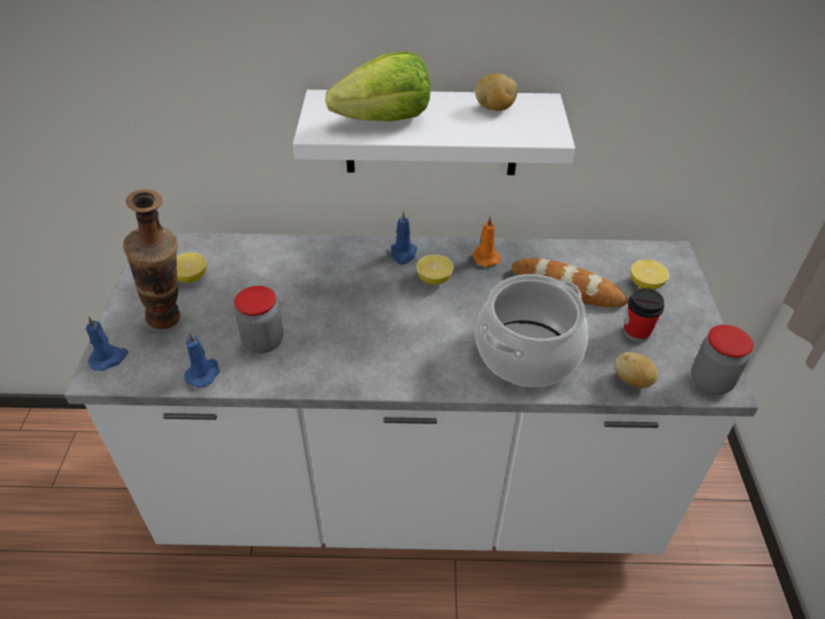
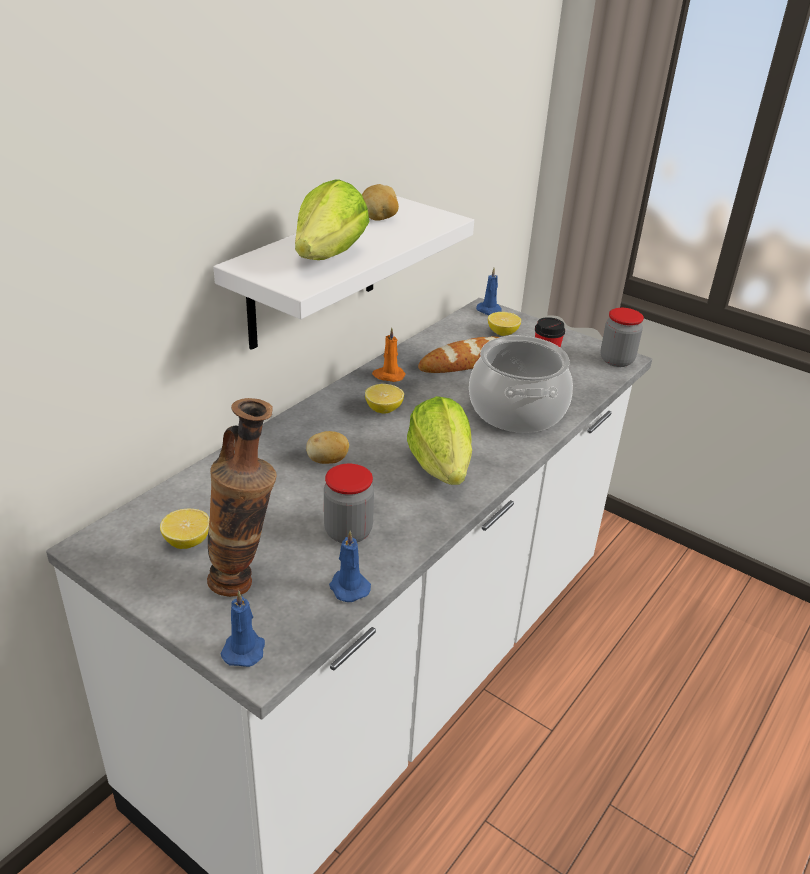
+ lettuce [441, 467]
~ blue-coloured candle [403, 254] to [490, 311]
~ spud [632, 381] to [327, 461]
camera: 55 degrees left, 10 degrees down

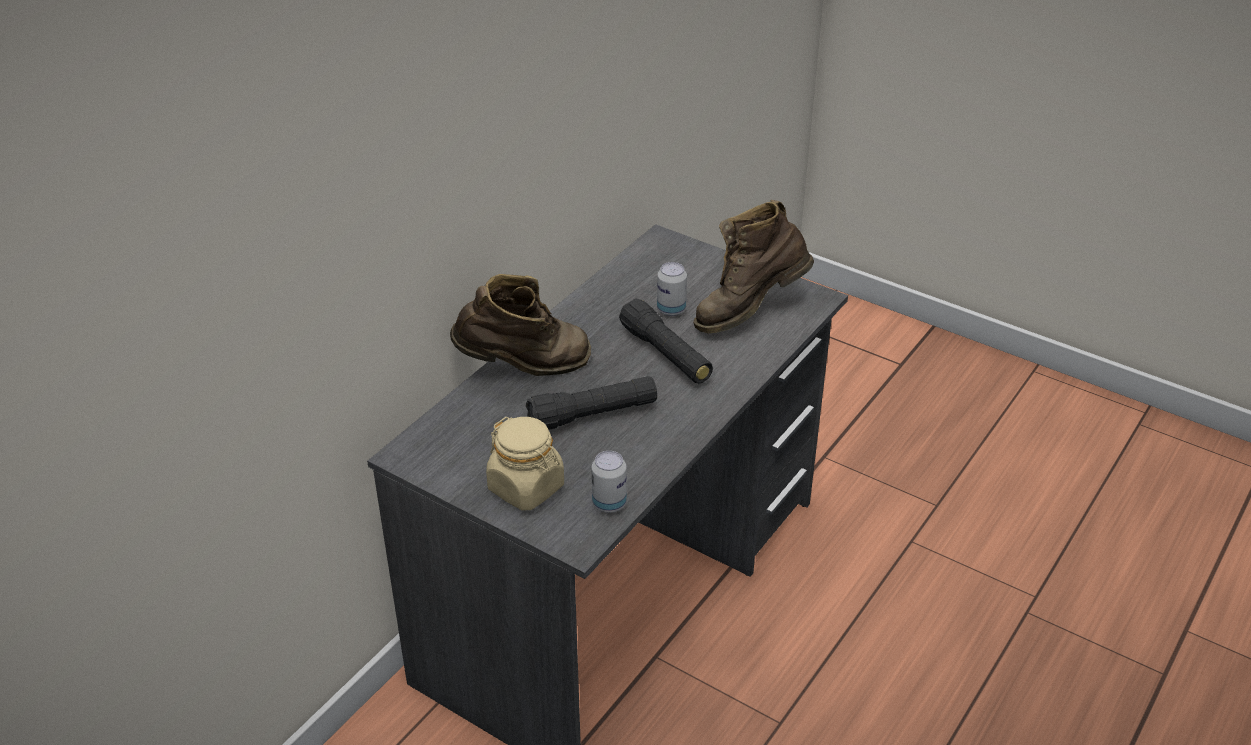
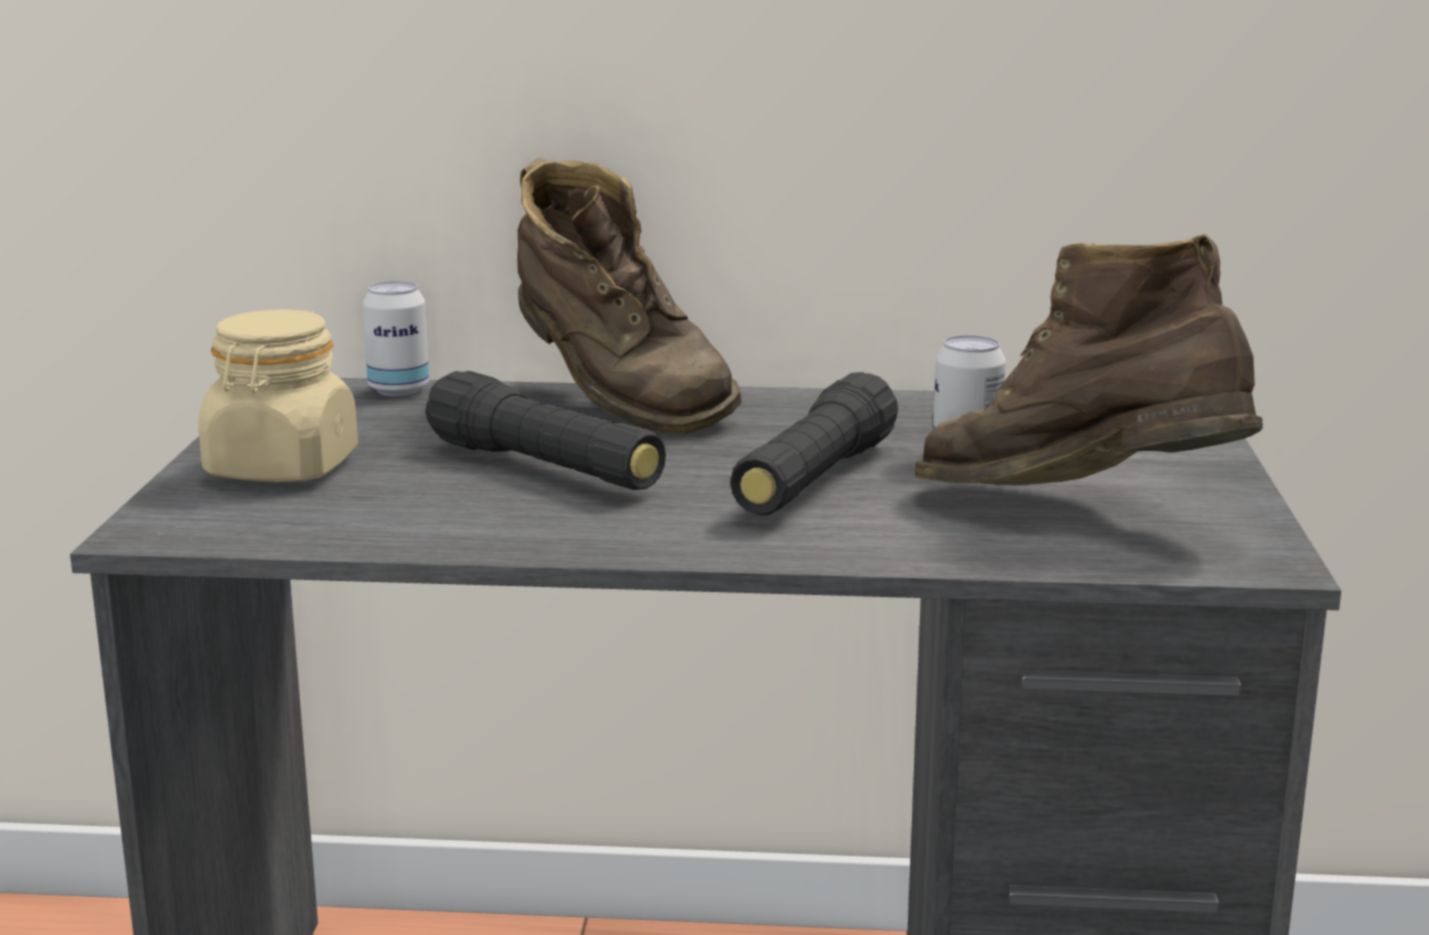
~ sealed can [609, 503] to [399, 390]
camera: 60 degrees right, 20 degrees down

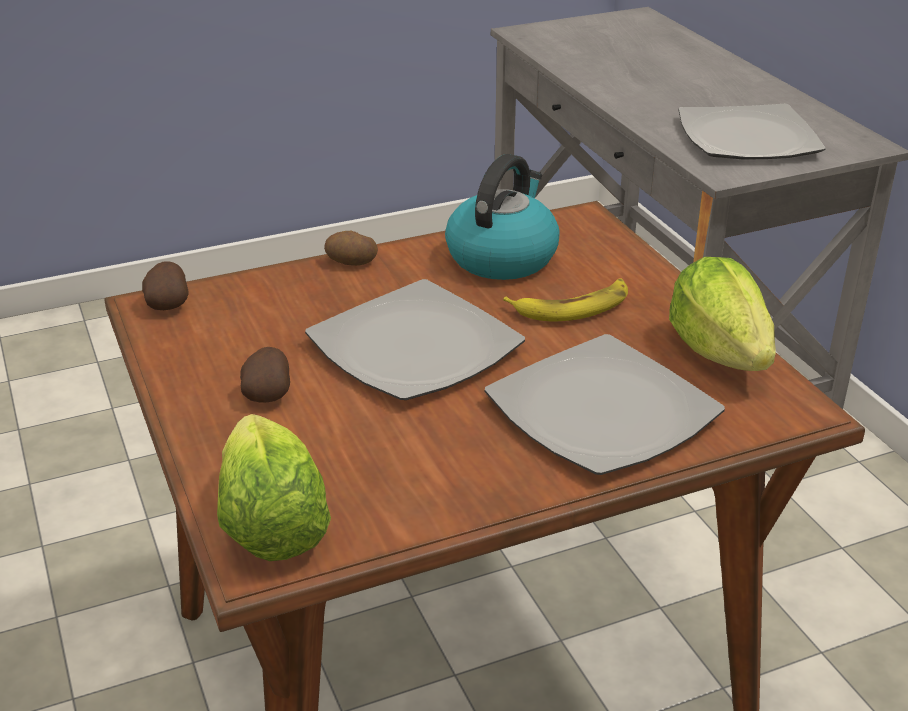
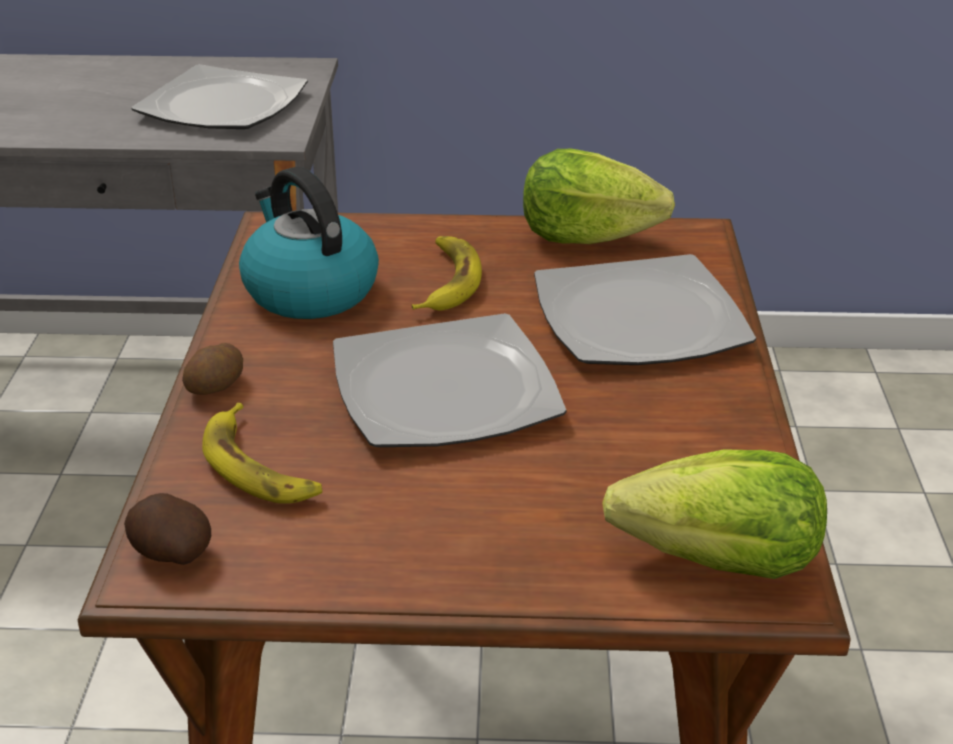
- spud [268, 393]
+ banana [259, 467]
camera: 65 degrees left, 0 degrees up

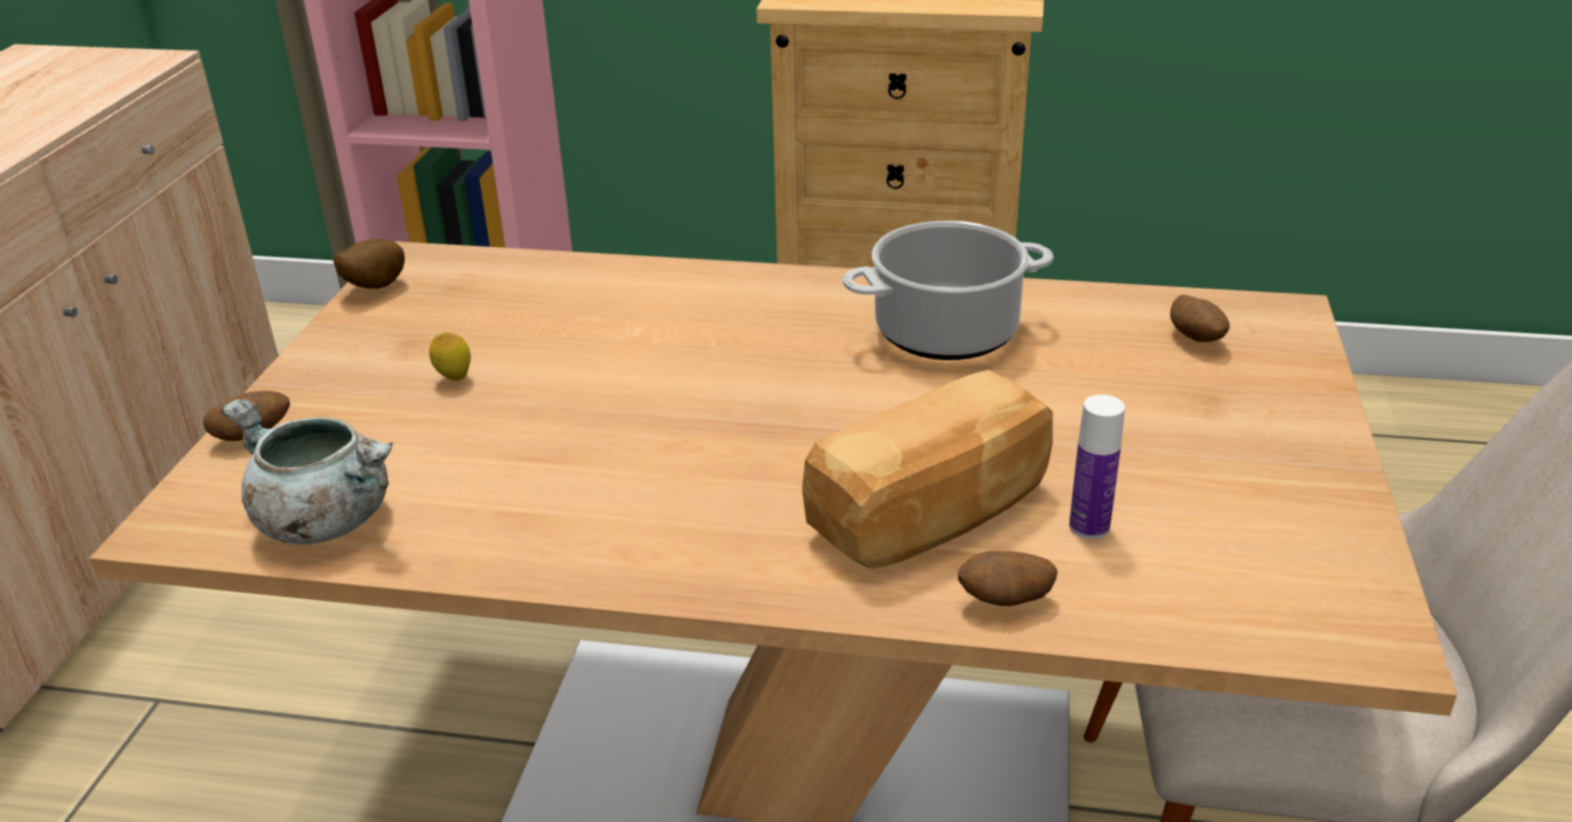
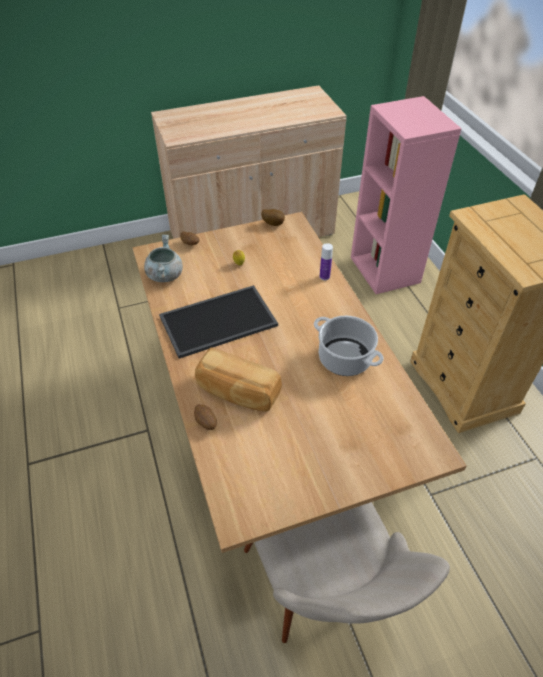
- spud [1196, 339]
+ carrying tray [218, 322]
~ bottle [1089, 527] to [324, 276]
camera: 60 degrees right, 15 degrees up

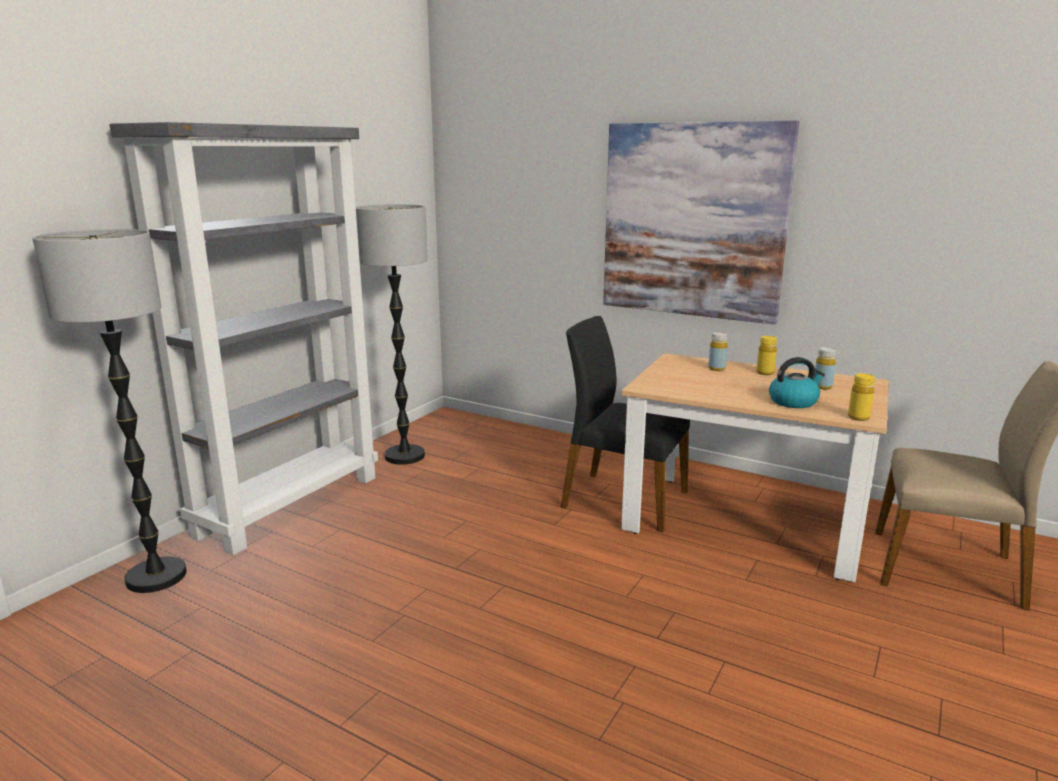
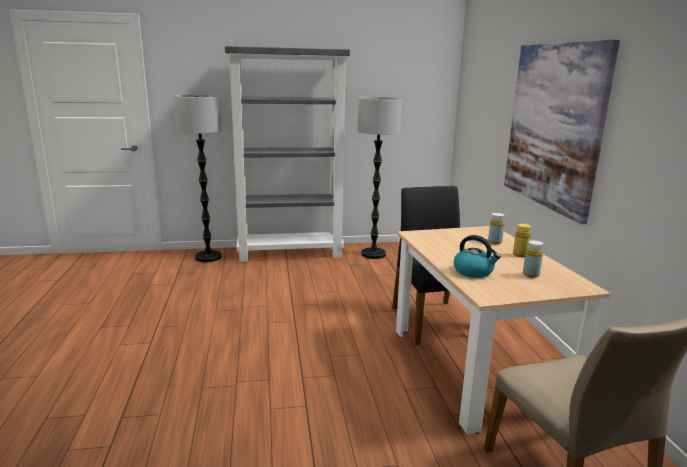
- yellowish bottle [858, 417]
camera: 50 degrees right, 0 degrees up

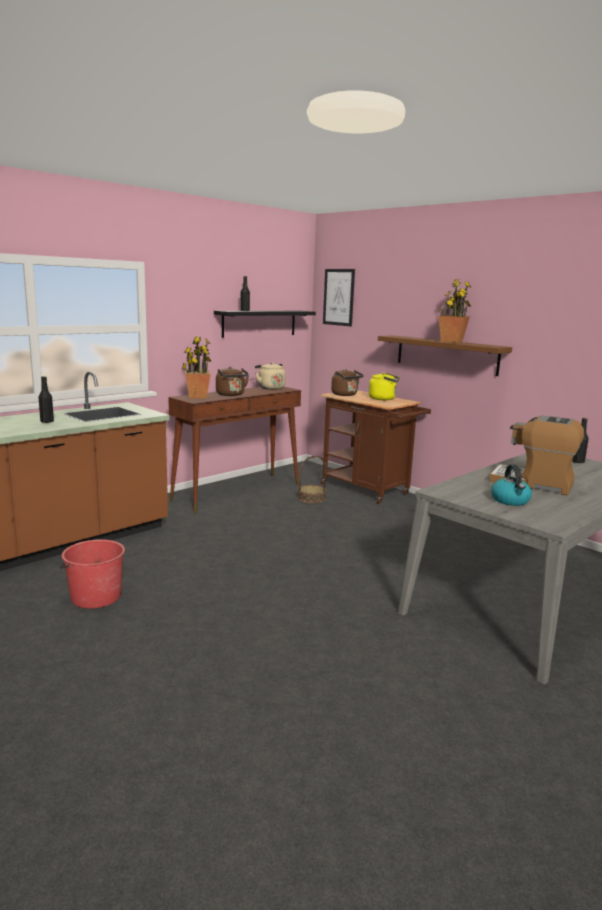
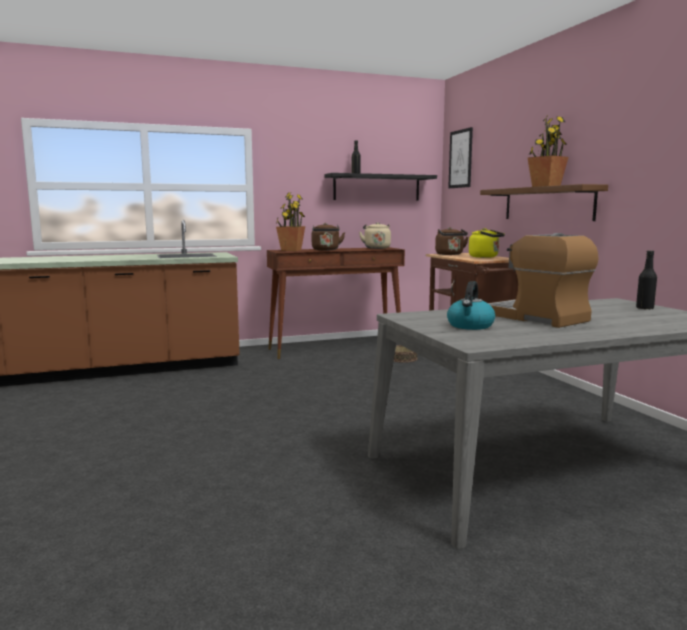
- blackish bottle [47, 421]
- red water bucket [95, 597]
camera: 25 degrees right, 5 degrees down

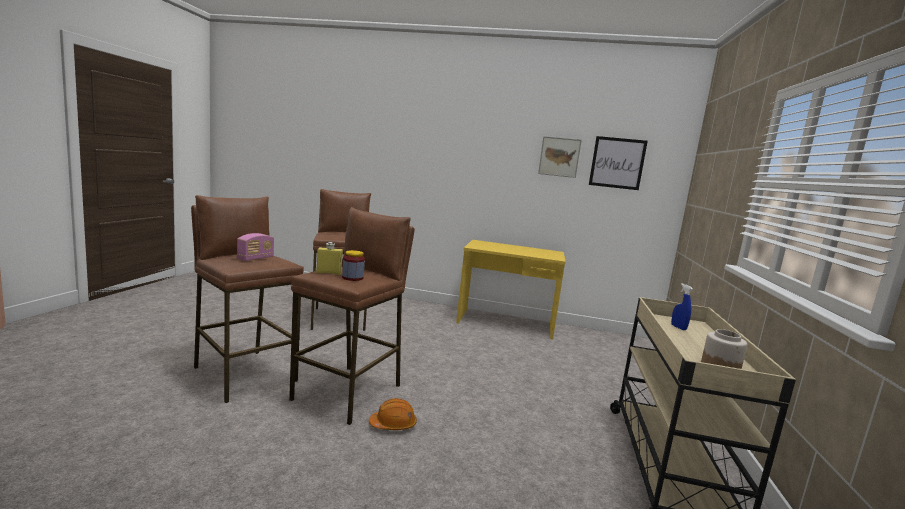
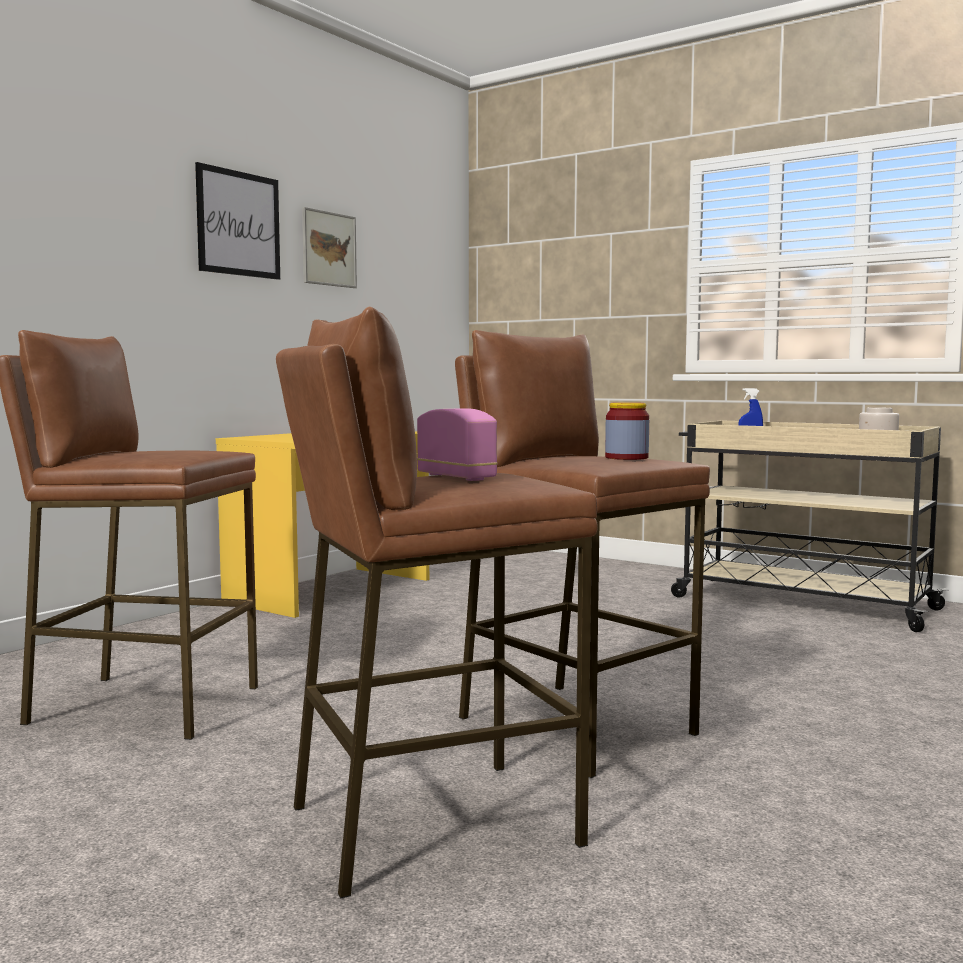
- yellowish bottle [329, 273]
- orange hard hat [393, 424]
~ wall art [617, 163] to [238, 223]
camera: 65 degrees left, 5 degrees down

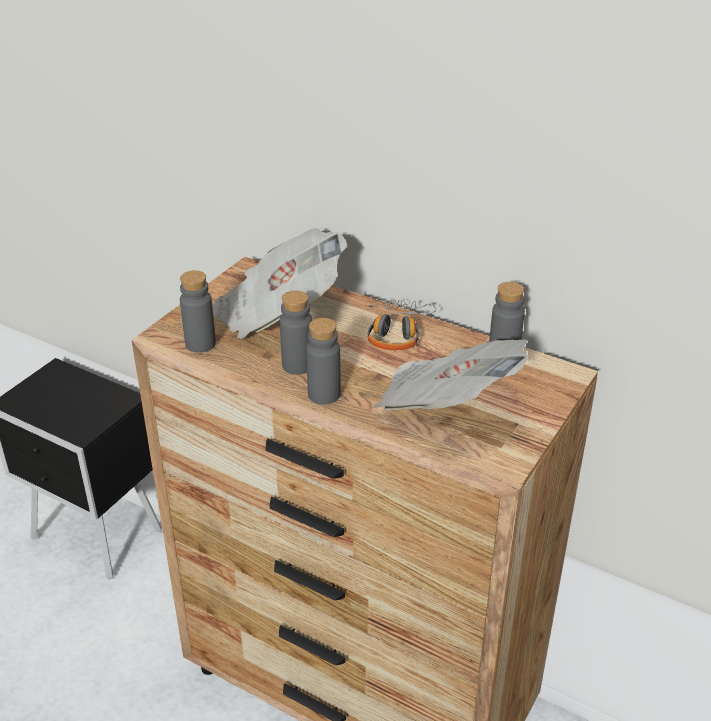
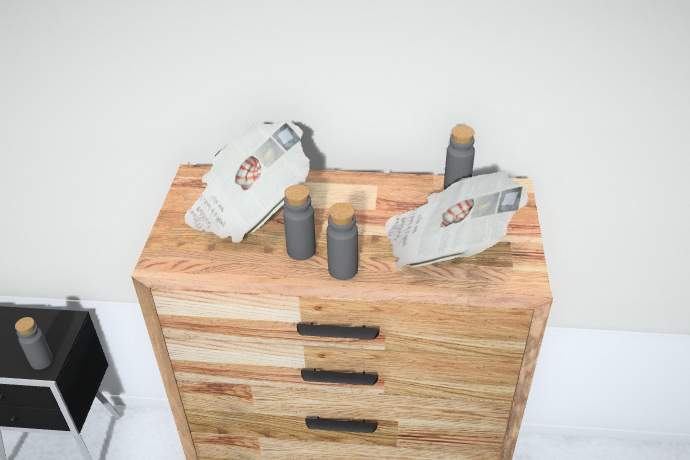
- headset [396, 332]
~ greyish bottle [200, 344] to [41, 361]
camera: 25 degrees left, 5 degrees up

